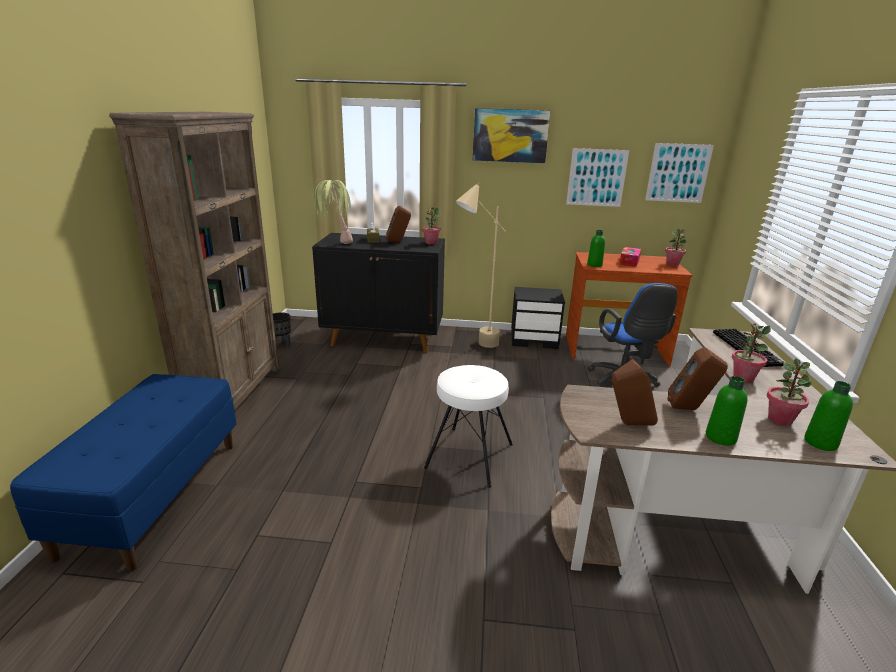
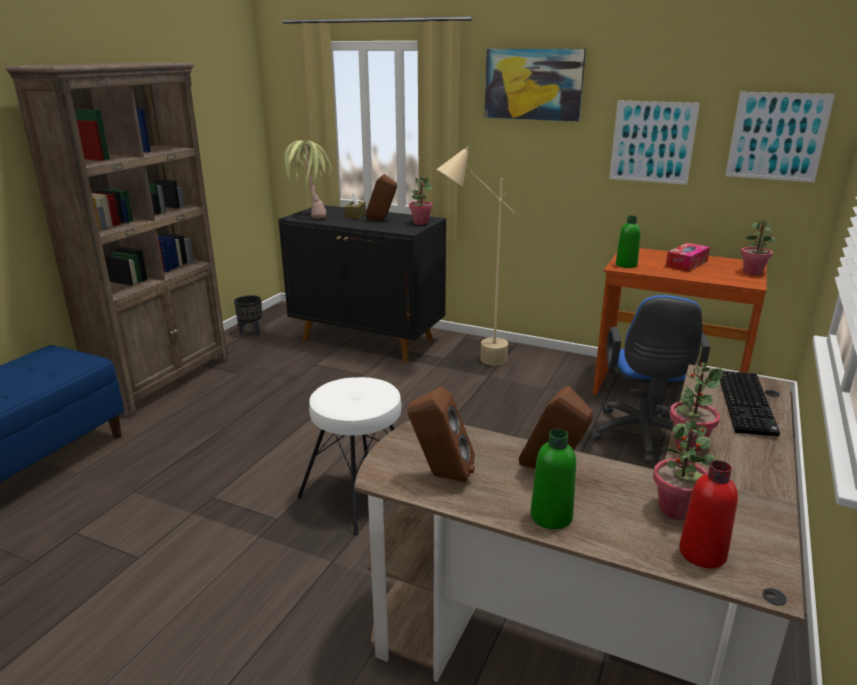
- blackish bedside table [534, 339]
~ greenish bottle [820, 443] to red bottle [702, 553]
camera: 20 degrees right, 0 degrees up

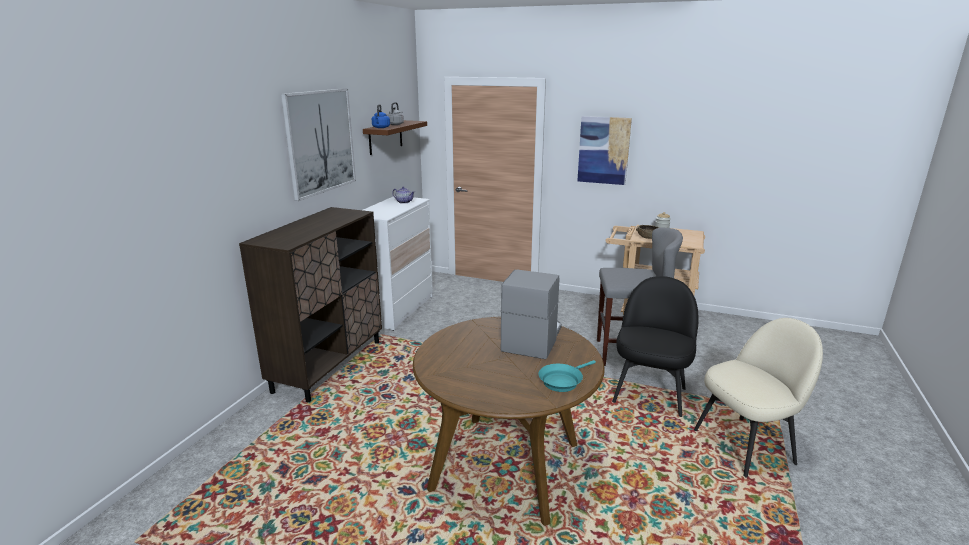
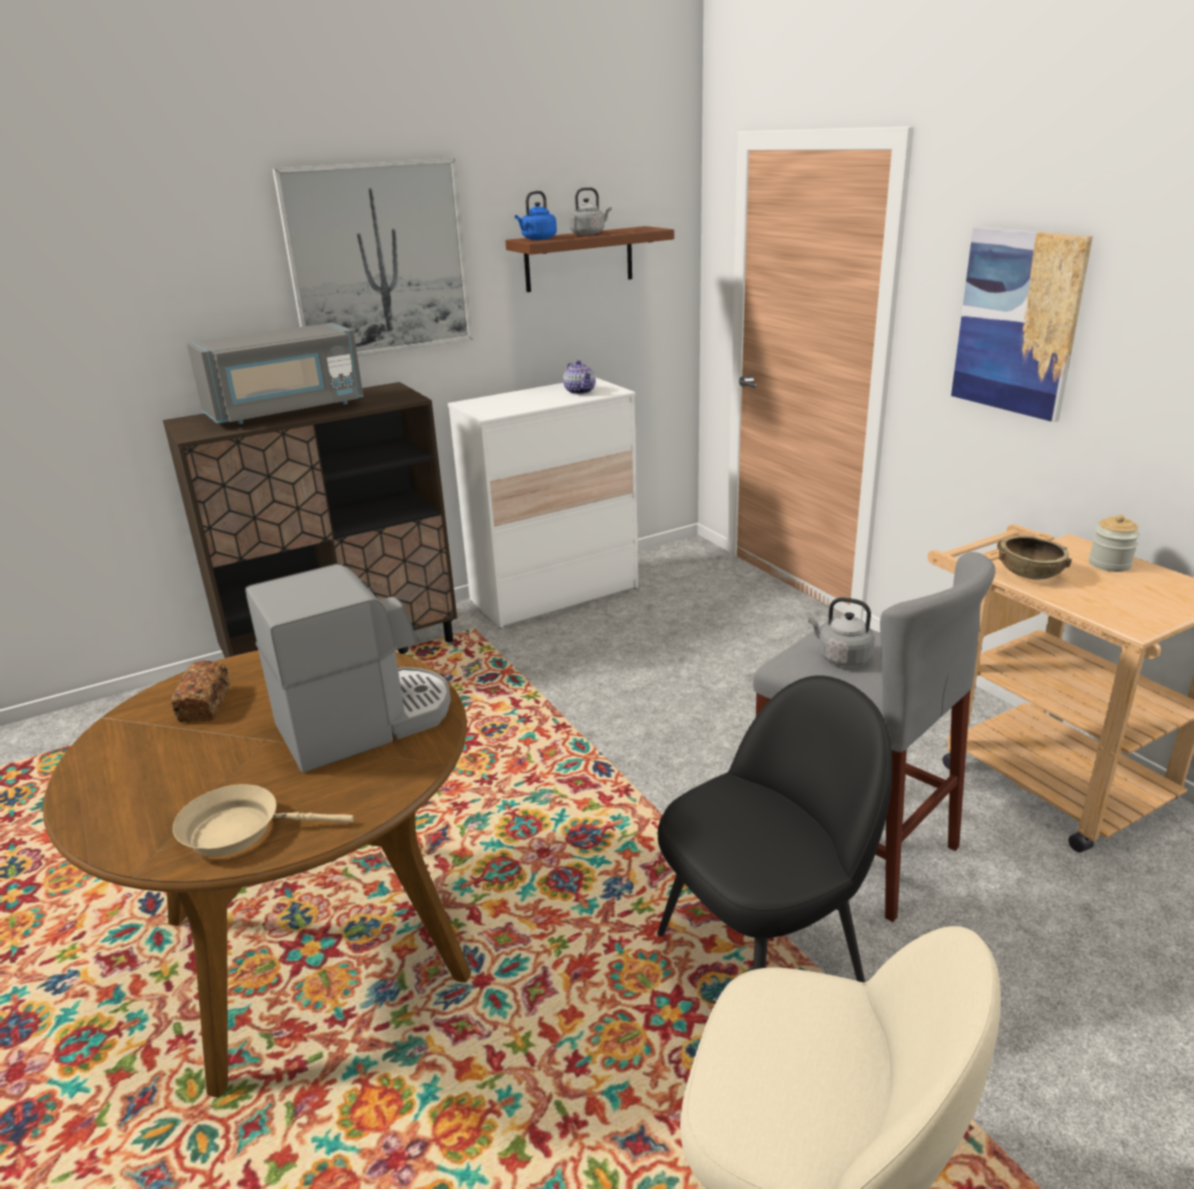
+ baked bread [205, 704]
+ greyish microwave oven [286, 410]
+ greyish kettle [841, 657]
~ blue-green frying pan [562, 381] to beige frying pan [240, 830]
camera: 40 degrees right, 5 degrees up

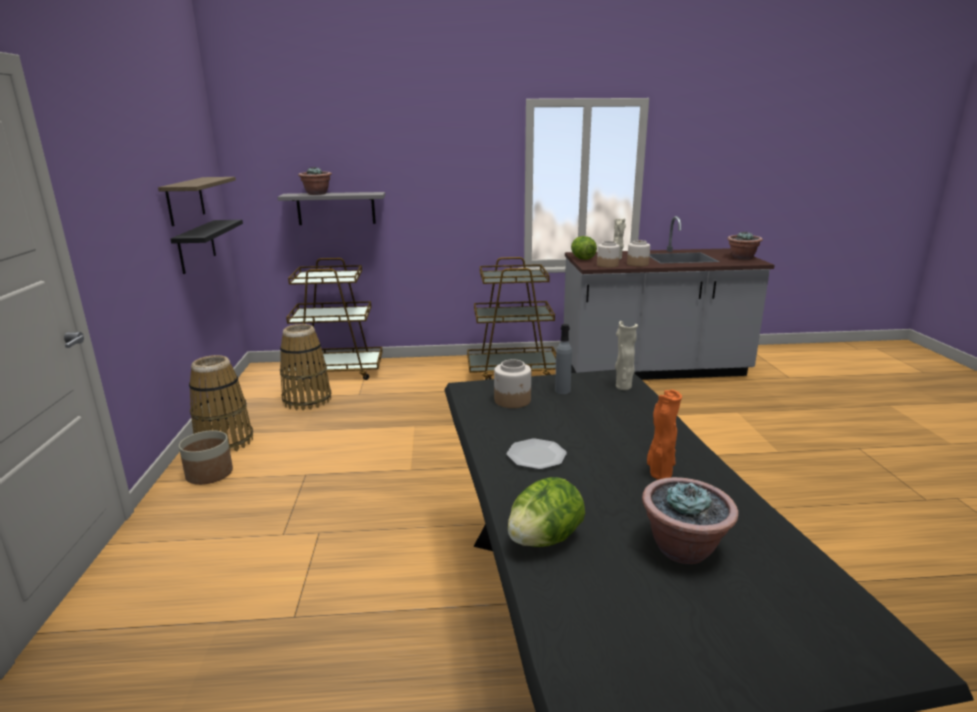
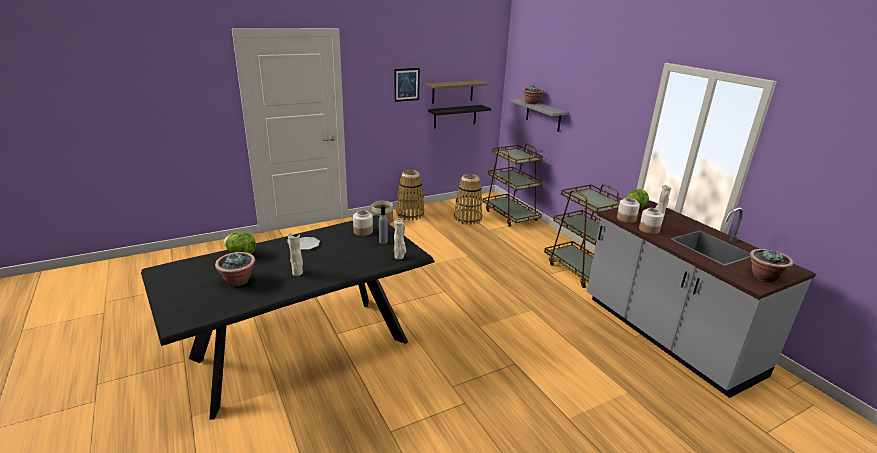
+ wall art [406, 84]
~ orange decorative vase [659, 475] to beige decorative vase [297, 273]
camera: 65 degrees right, 5 degrees up

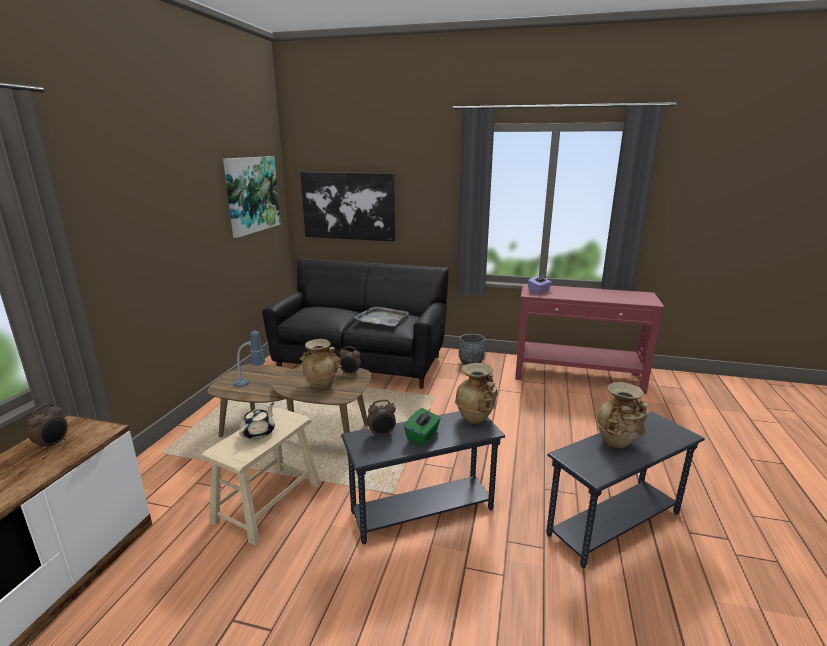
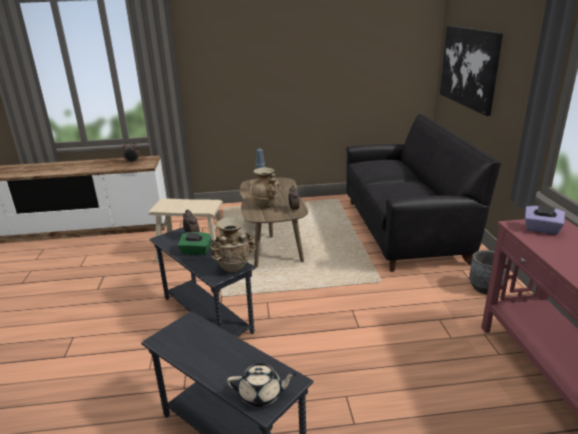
- wall art [252, 194]
- greyish carrying tray [382, 318]
- beige decorative vase [617, 443]
~ beige pot for tea [259, 432] to [261, 395]
camera: 70 degrees right, 5 degrees up

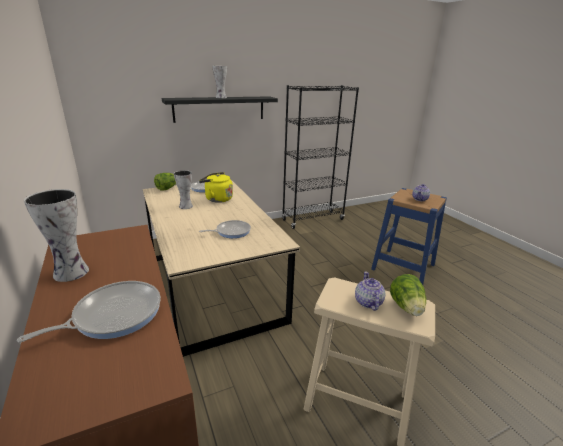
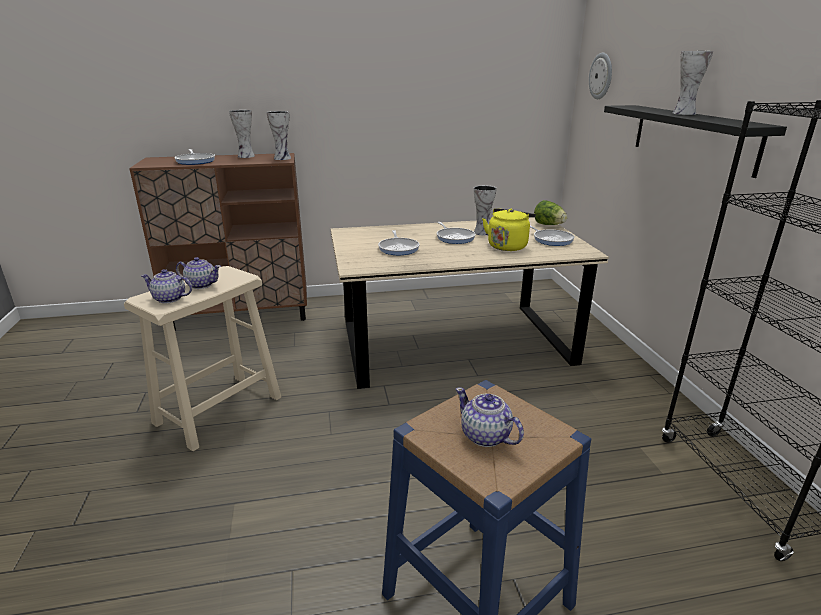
+ decorative vase [283, 158]
+ frying pan [454, 237]
+ hanging clock [601, 76]
~ lettuce [407, 308] to pot for tea [170, 299]
camera: 105 degrees right, 0 degrees up

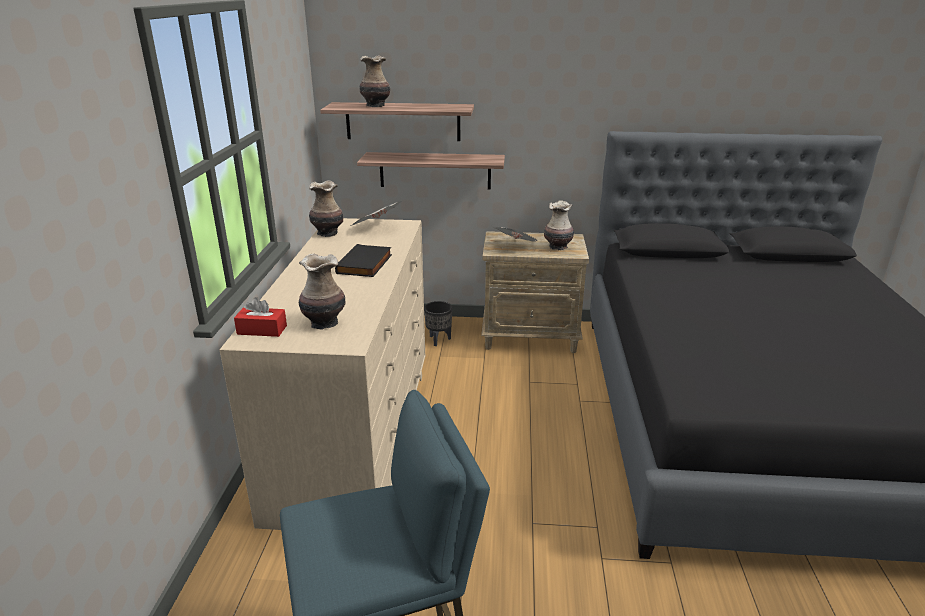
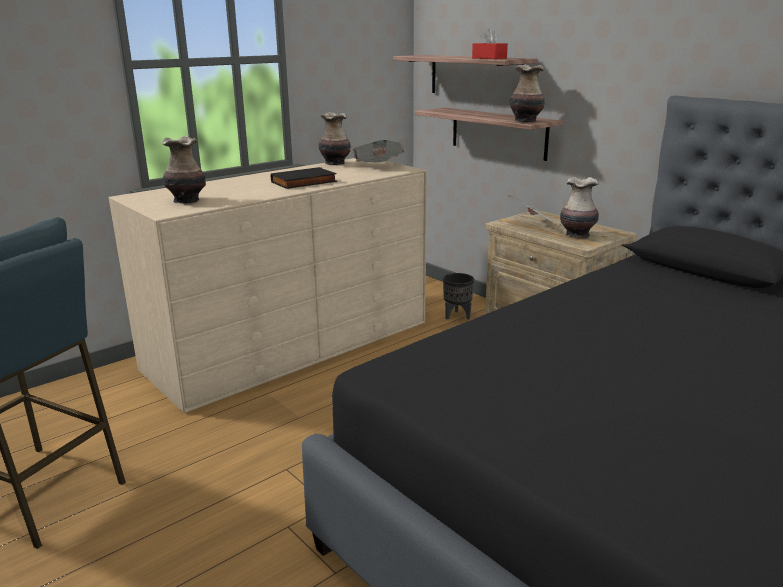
~ red tissue holder [262, 330] to [489, 58]
~ decorative vase [375, 106] to [525, 121]
camera: 45 degrees right, 5 degrees down

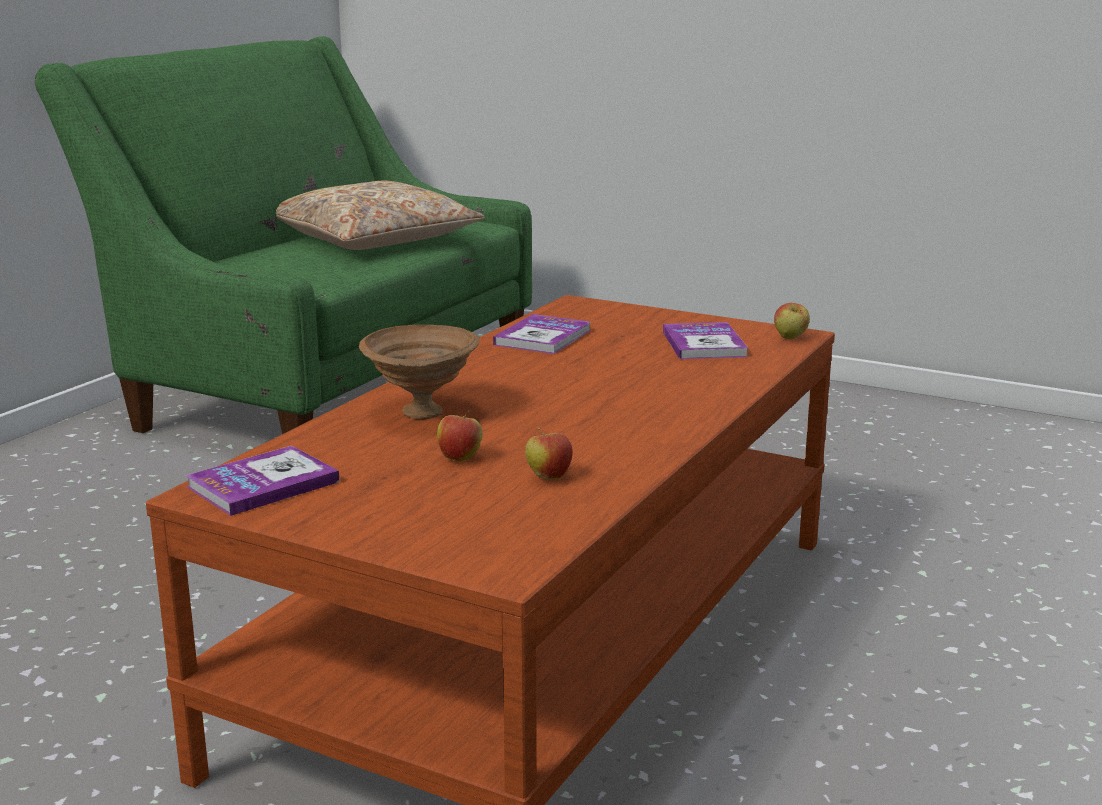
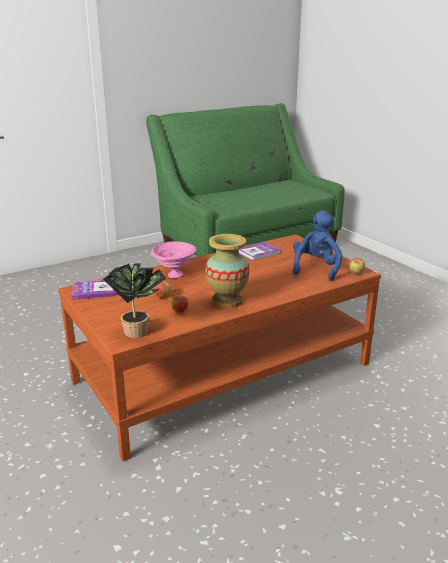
- beige throw pillow [374, 239]
+ plant in a pot [139, 331]
+ decorative vase [227, 301]
~ volume [704, 344] to blue-coloured plush toy [316, 268]
~ brownish deep dish [422, 413] to pink deep dish [174, 276]
camera: 30 degrees right, 5 degrees up

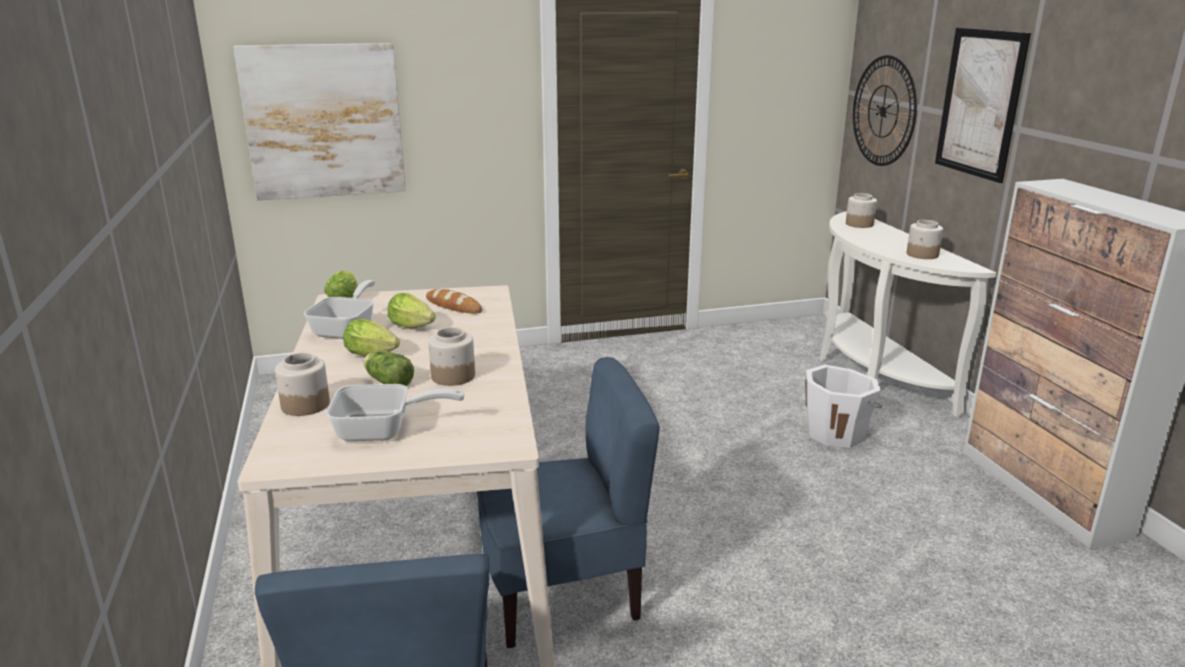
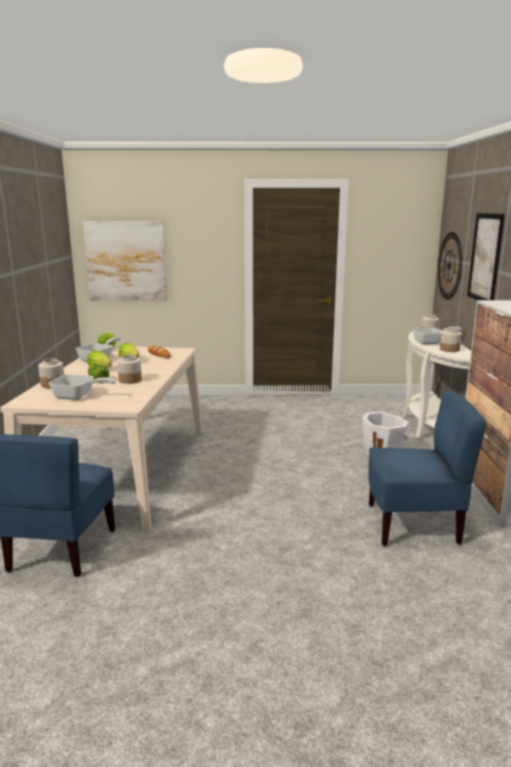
+ frying pan [431, 342]
~ blue-coloured plain chair [562, 592] to [413, 525]
camera: 15 degrees right, 5 degrees down

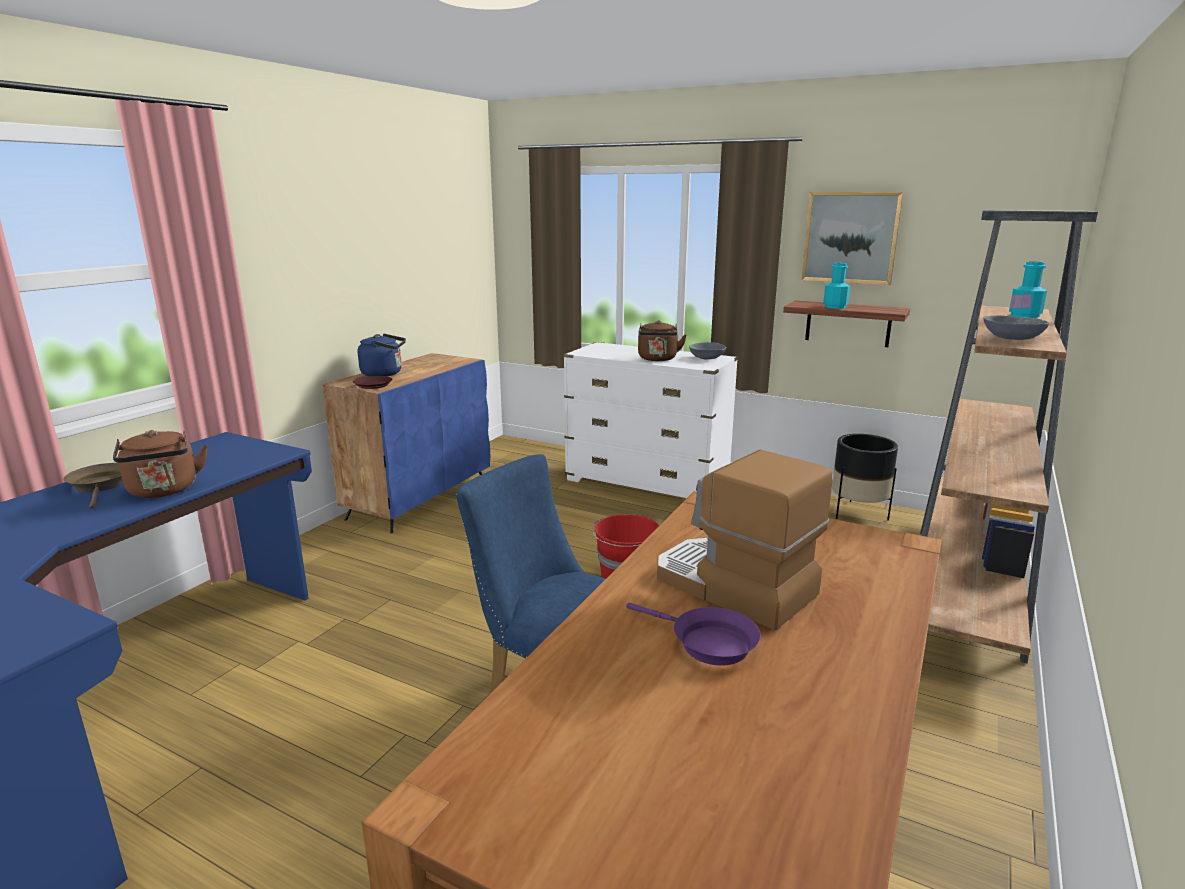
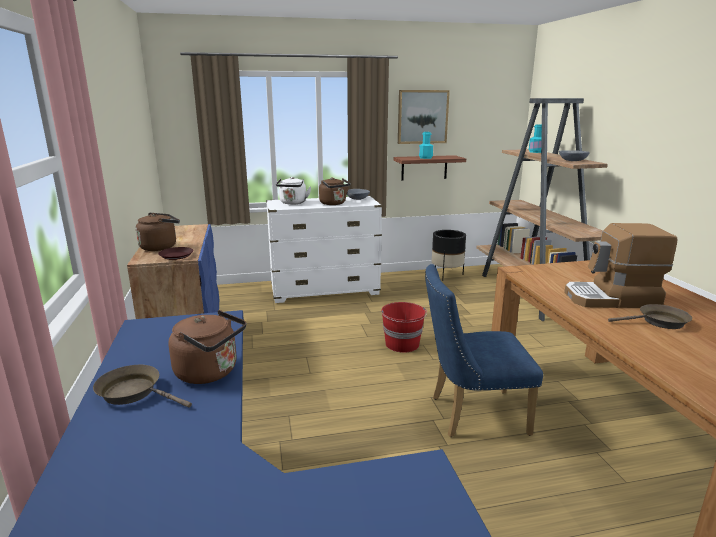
+ white-coloured kettle [293, 203]
~ blue-coloured kettle [384, 374] to brownish kettle [160, 247]
~ purple-coloured frying pan [707, 643] to brownish frying pan [659, 322]
camera: 40 degrees left, 0 degrees up

